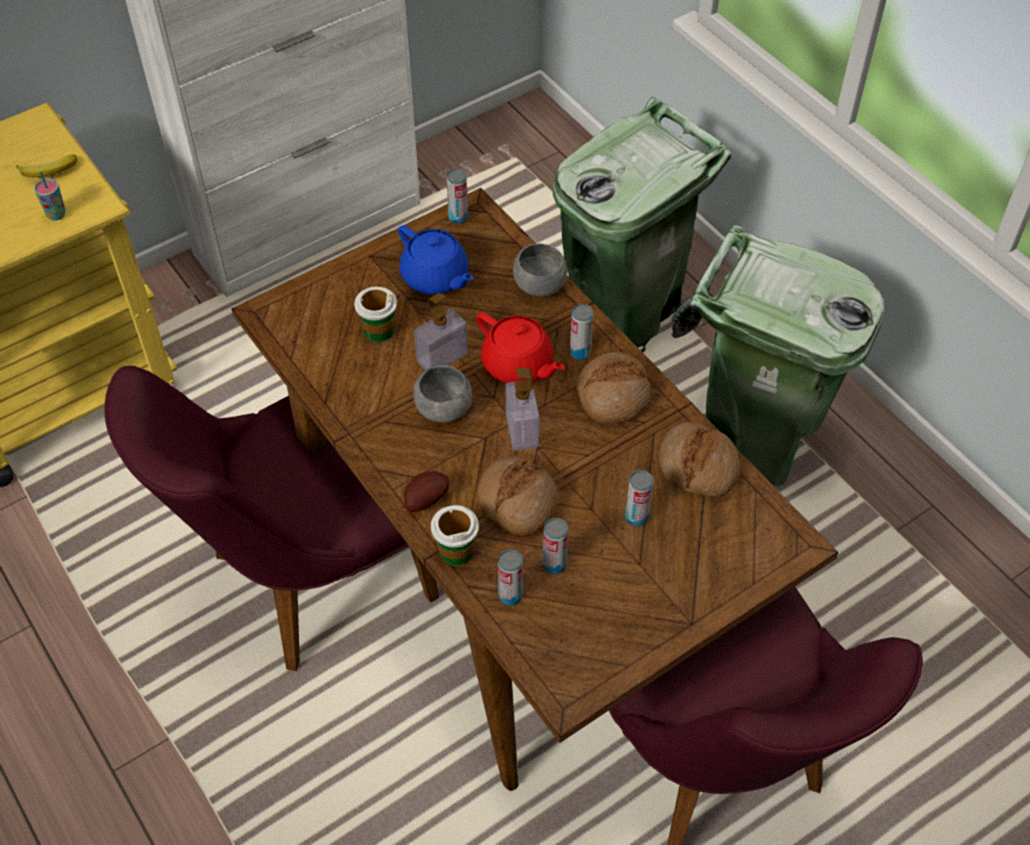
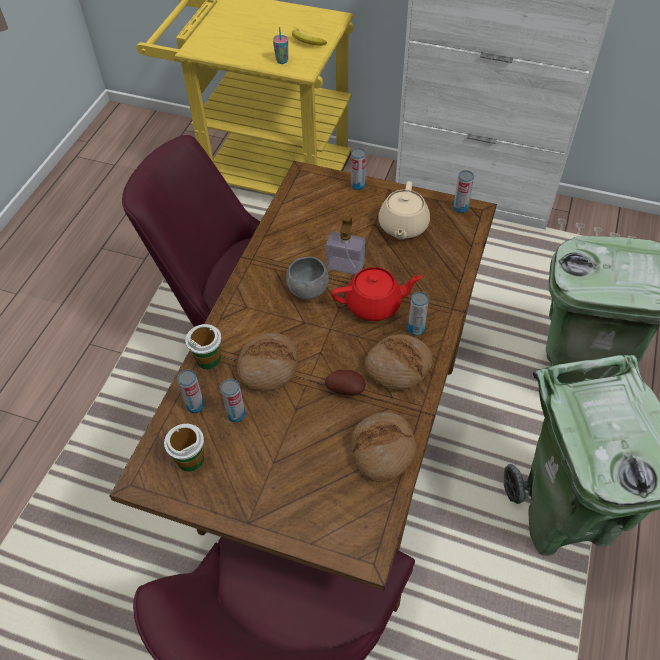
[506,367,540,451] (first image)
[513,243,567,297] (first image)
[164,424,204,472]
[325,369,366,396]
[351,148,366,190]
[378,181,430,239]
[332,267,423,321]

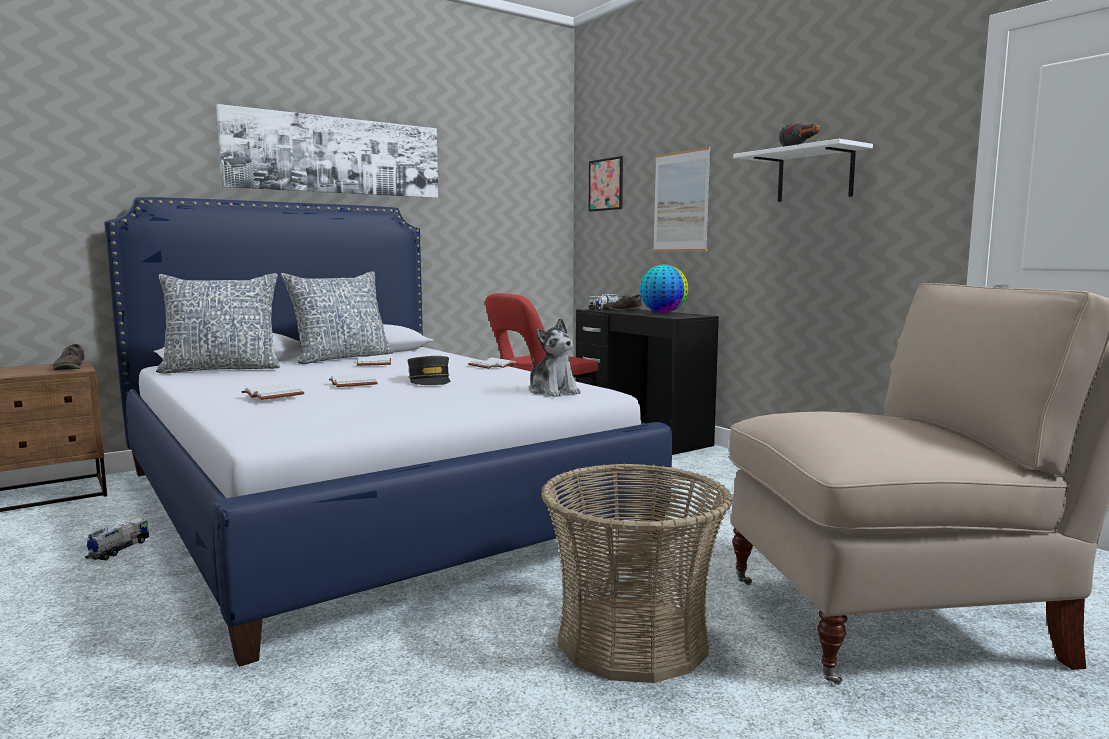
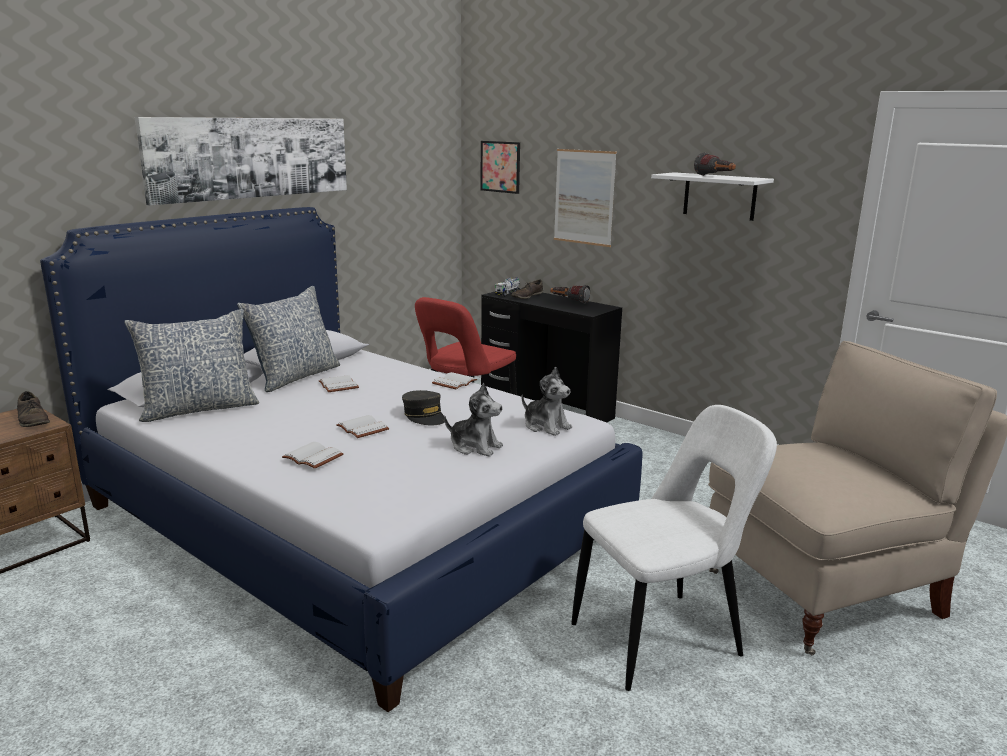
[85,518,149,560] (first image)
[444,383,503,457]
[571,405,777,691]
[550,285,590,304]

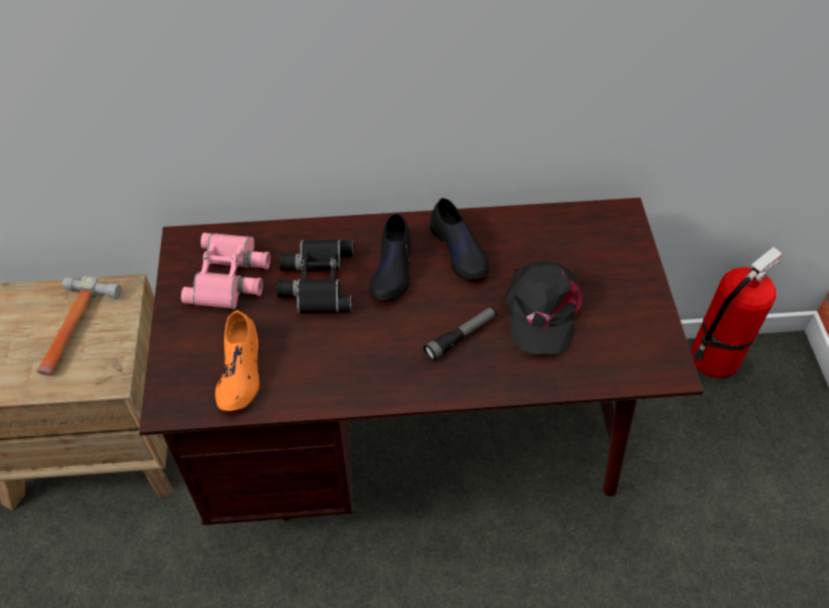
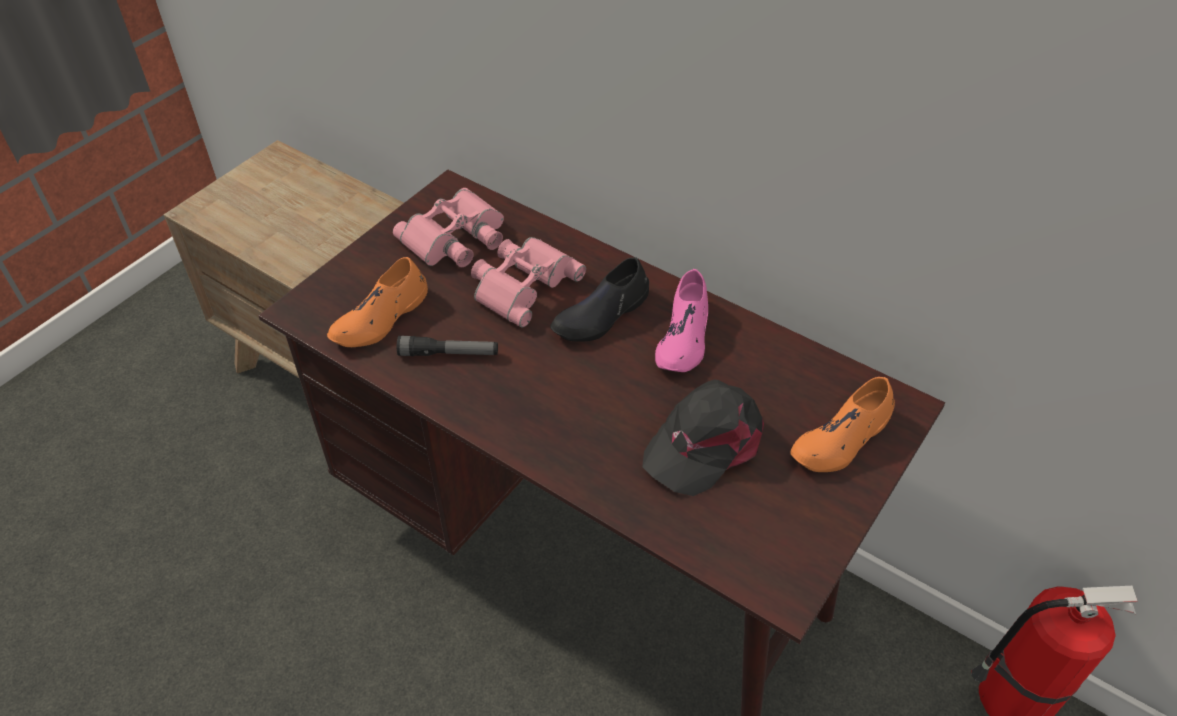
[37,276,122,376] (first image)
[790,377,895,472]
[397,336,498,356]
[471,237,586,328]
[655,269,708,372]

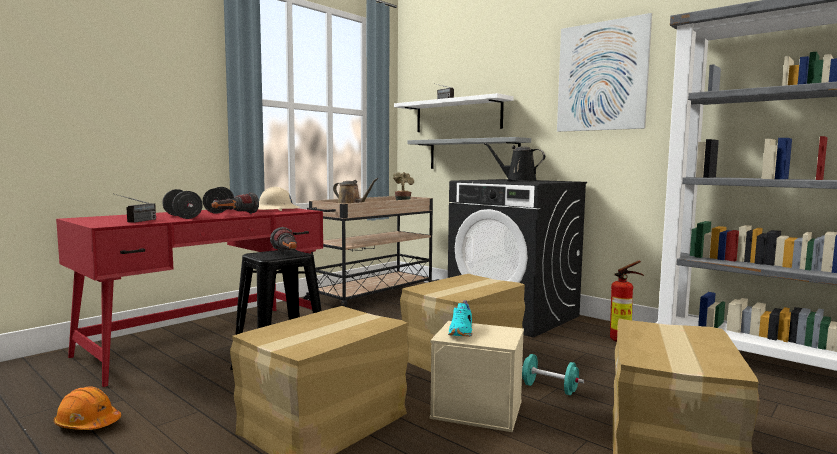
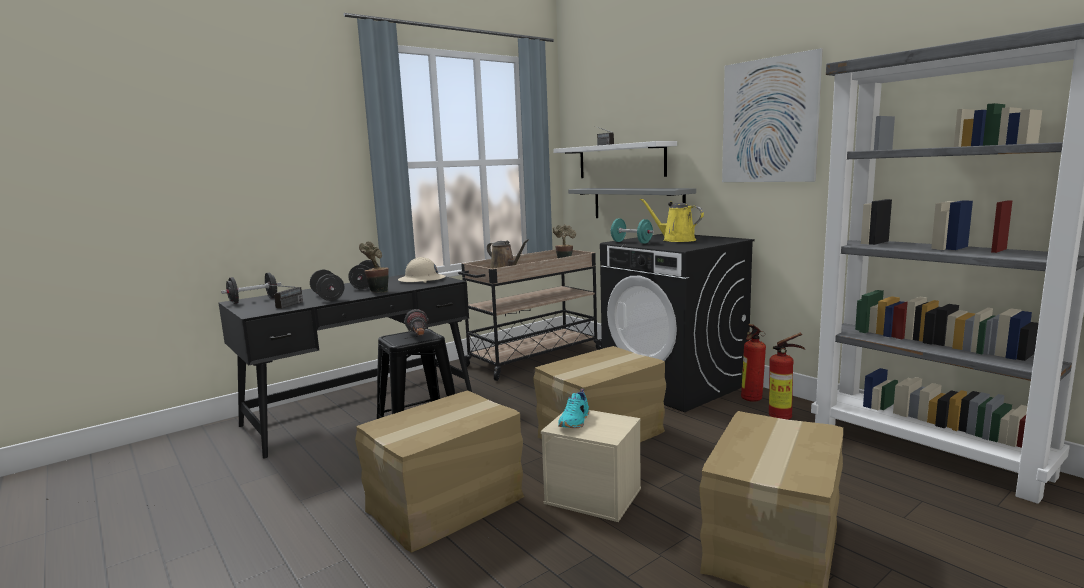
[54,386,121,430] (first image)
[221,273,281,304]
[741,324,766,402]
[610,219,654,244]
[359,241,389,293]
[218,274,472,459]
[640,198,704,242]

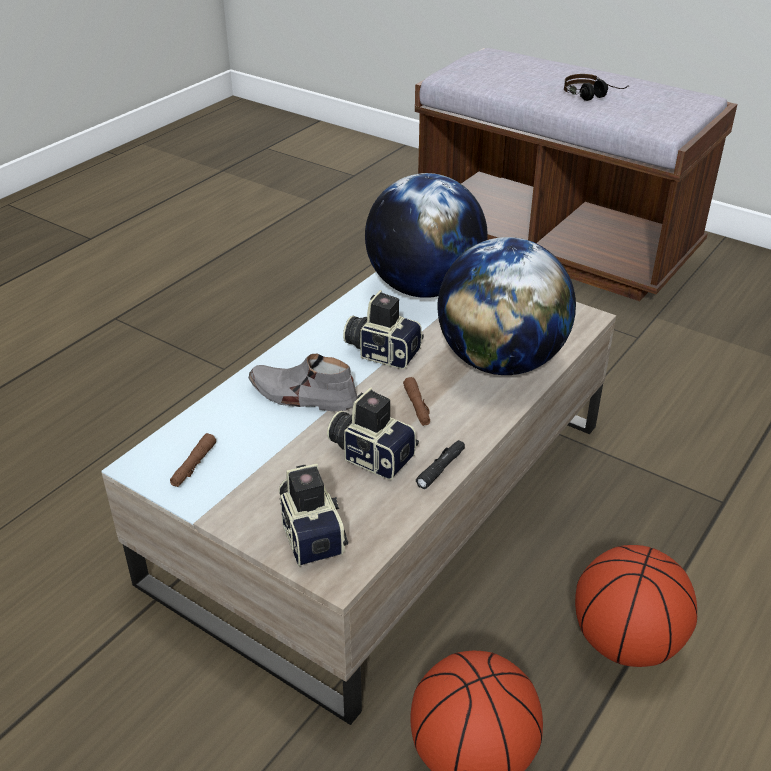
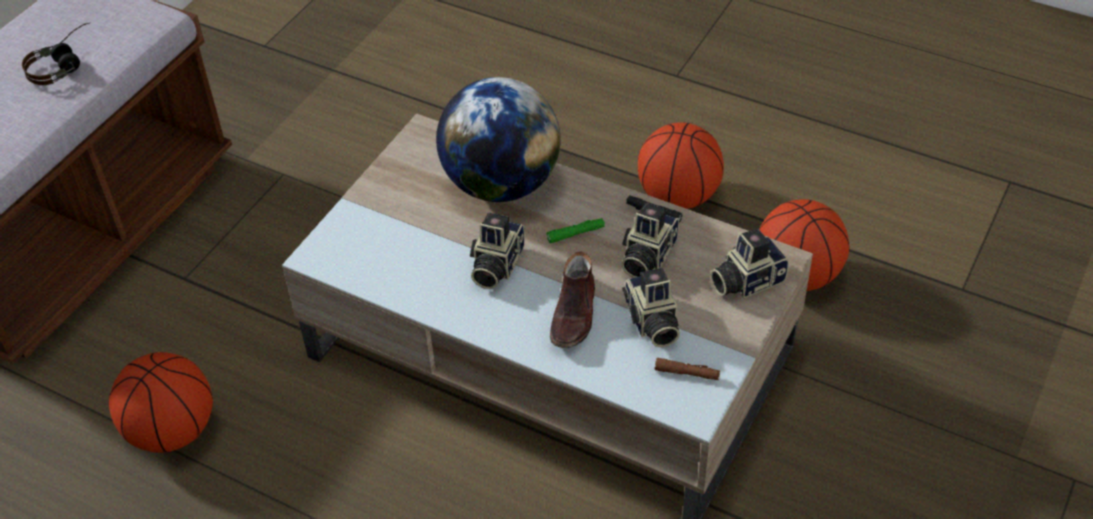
[365,173,487,298] (first image)
[109,352,213,453]
[623,268,680,347]
[550,251,595,348]
[547,218,605,243]

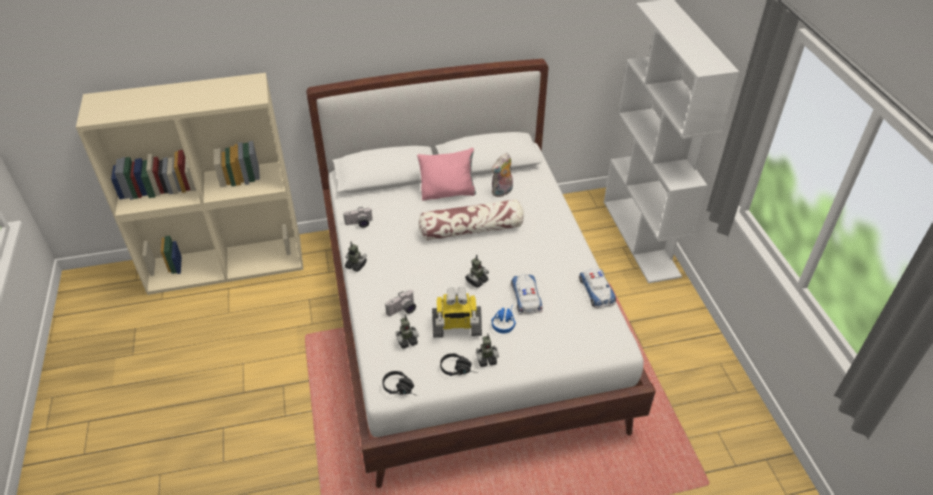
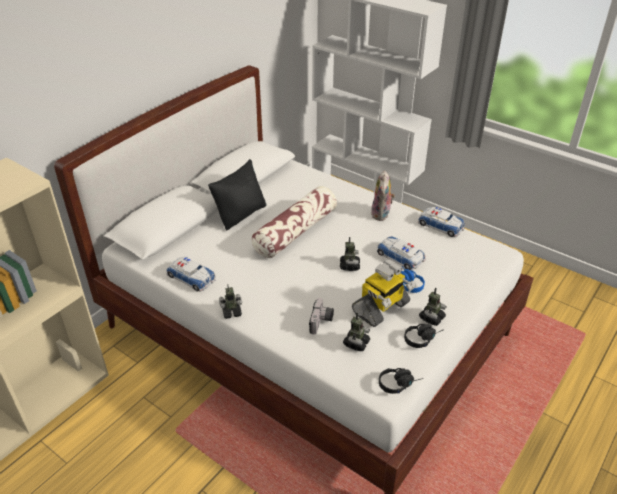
[371,170,395,221]
[167,257,216,291]
[208,159,266,230]

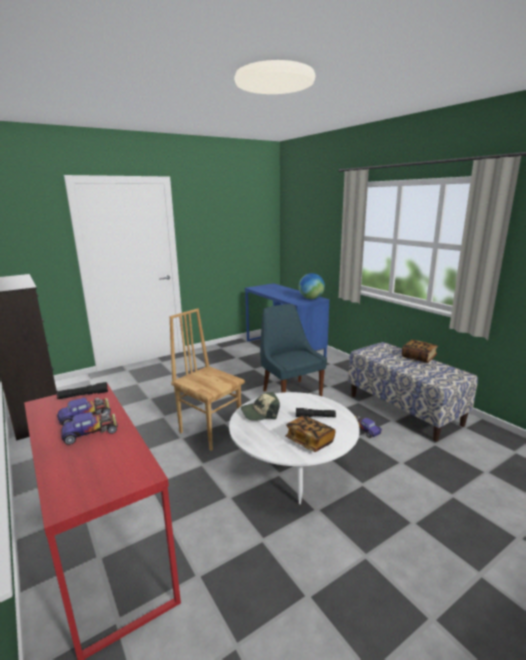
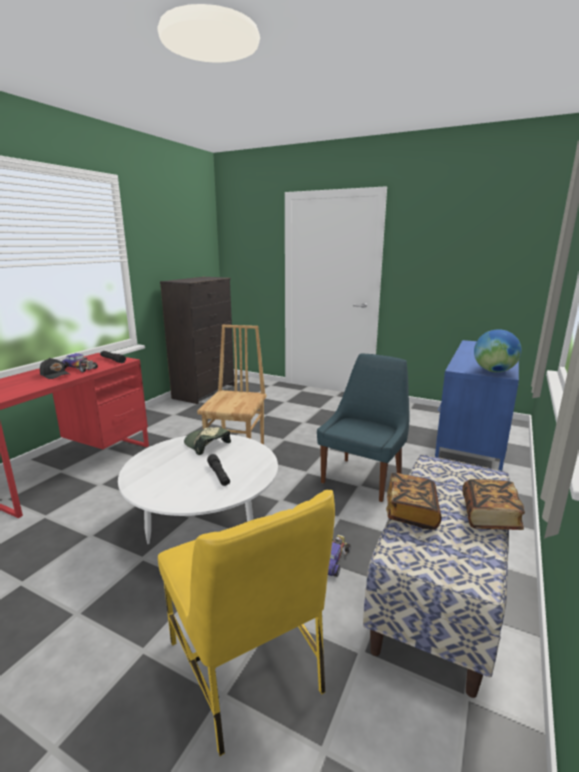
[158,490,335,756]
[386,473,442,530]
[40,358,70,379]

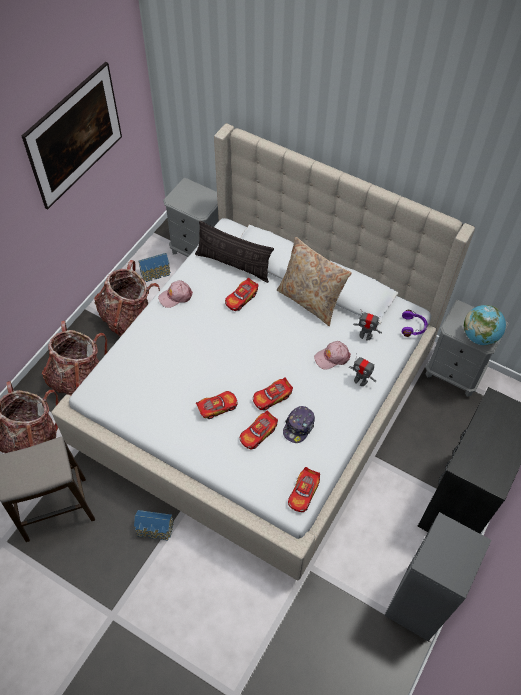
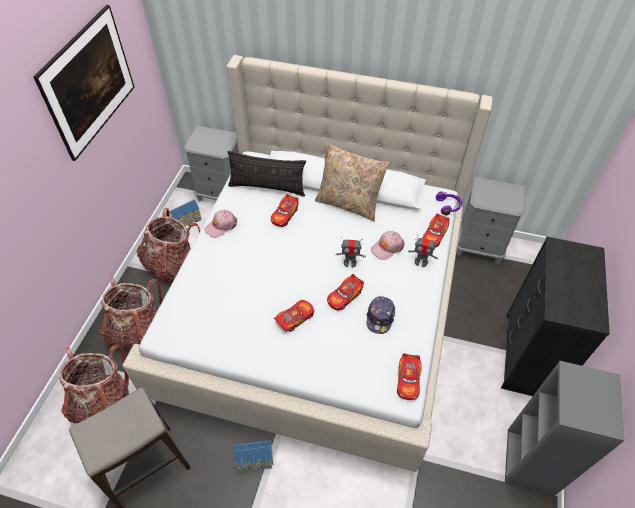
[464,305,506,346] (first image)
[423,214,450,248]
[336,237,366,268]

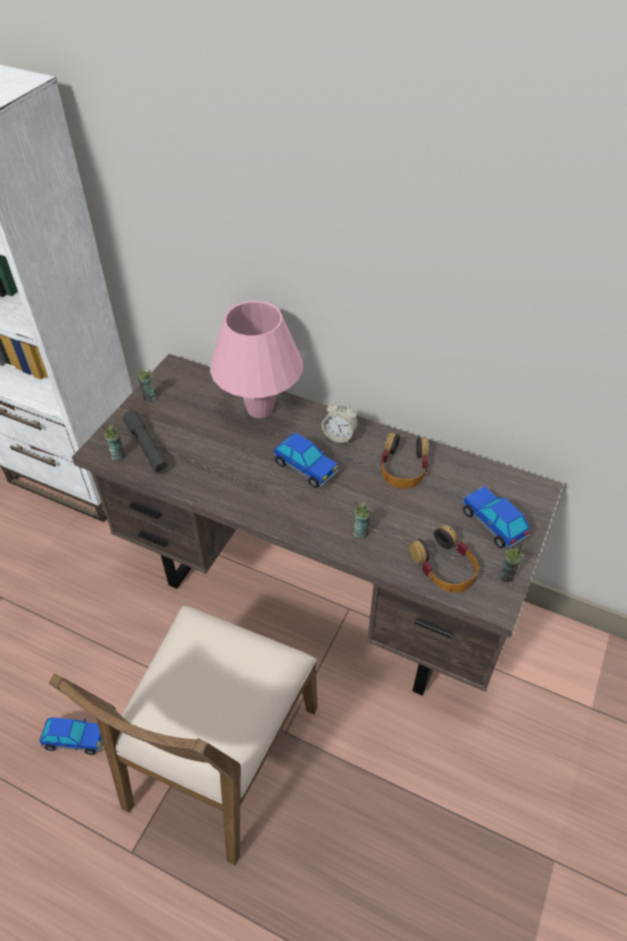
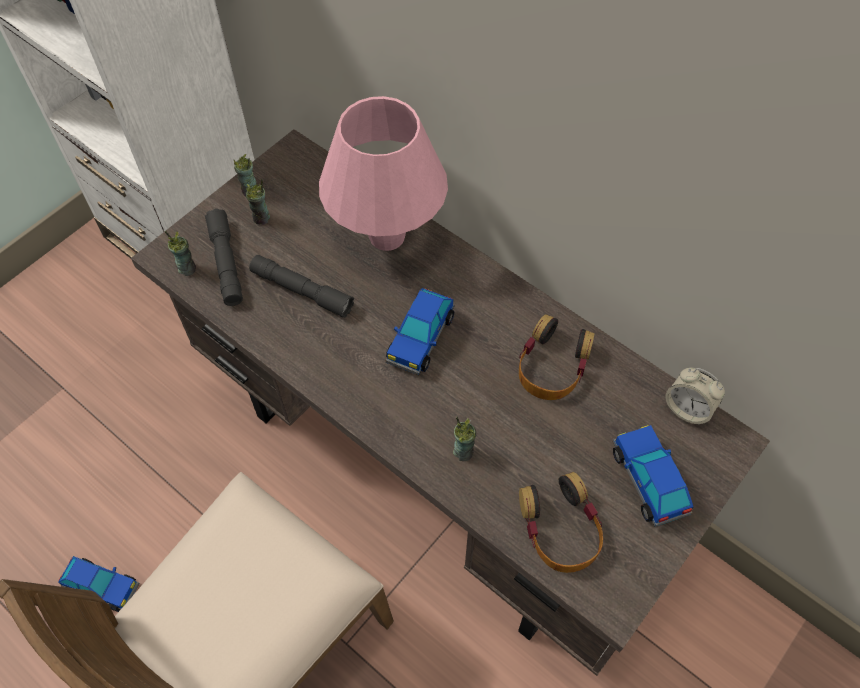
[249,255,354,318]
[666,368,725,425]
[246,179,270,225]
[386,288,454,375]

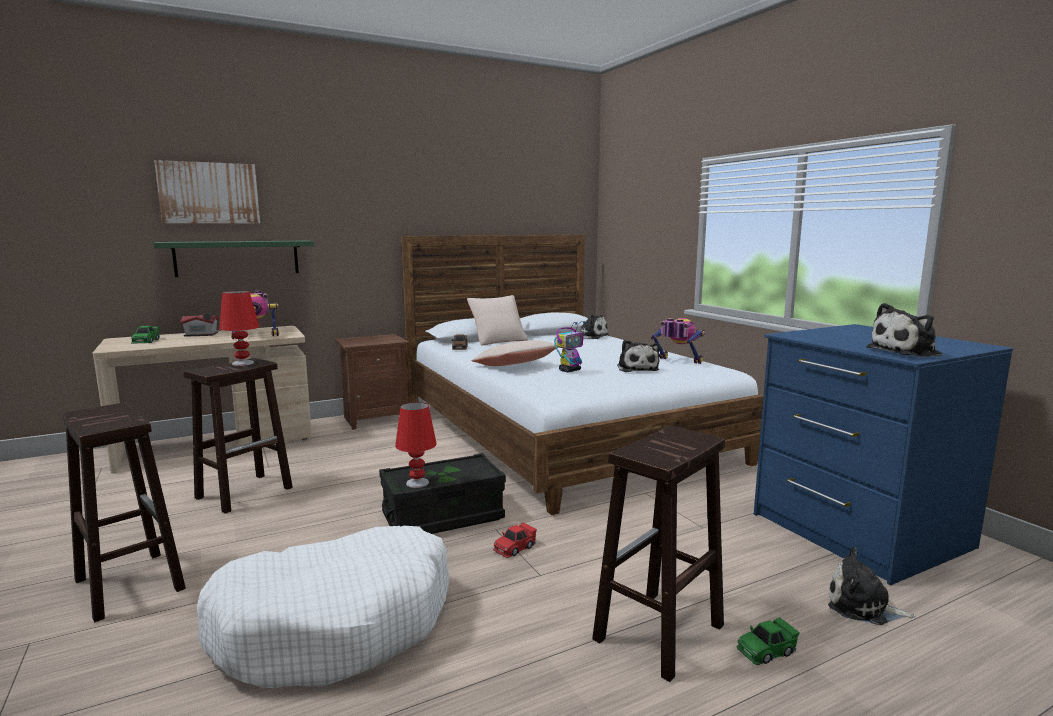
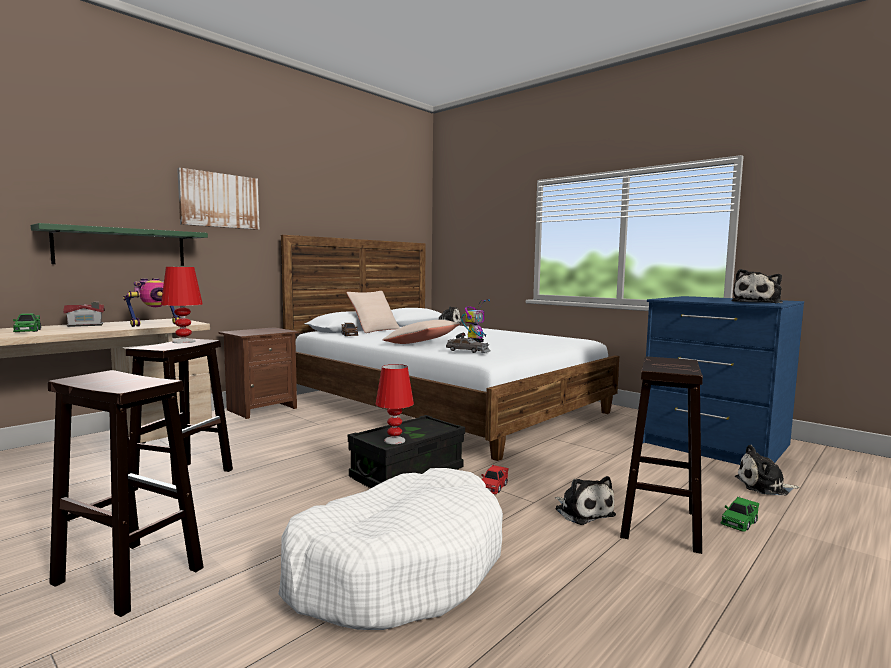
[651,318,705,364] (first image)
[446,332,491,353]
[177,168,259,230]
[555,476,616,525]

